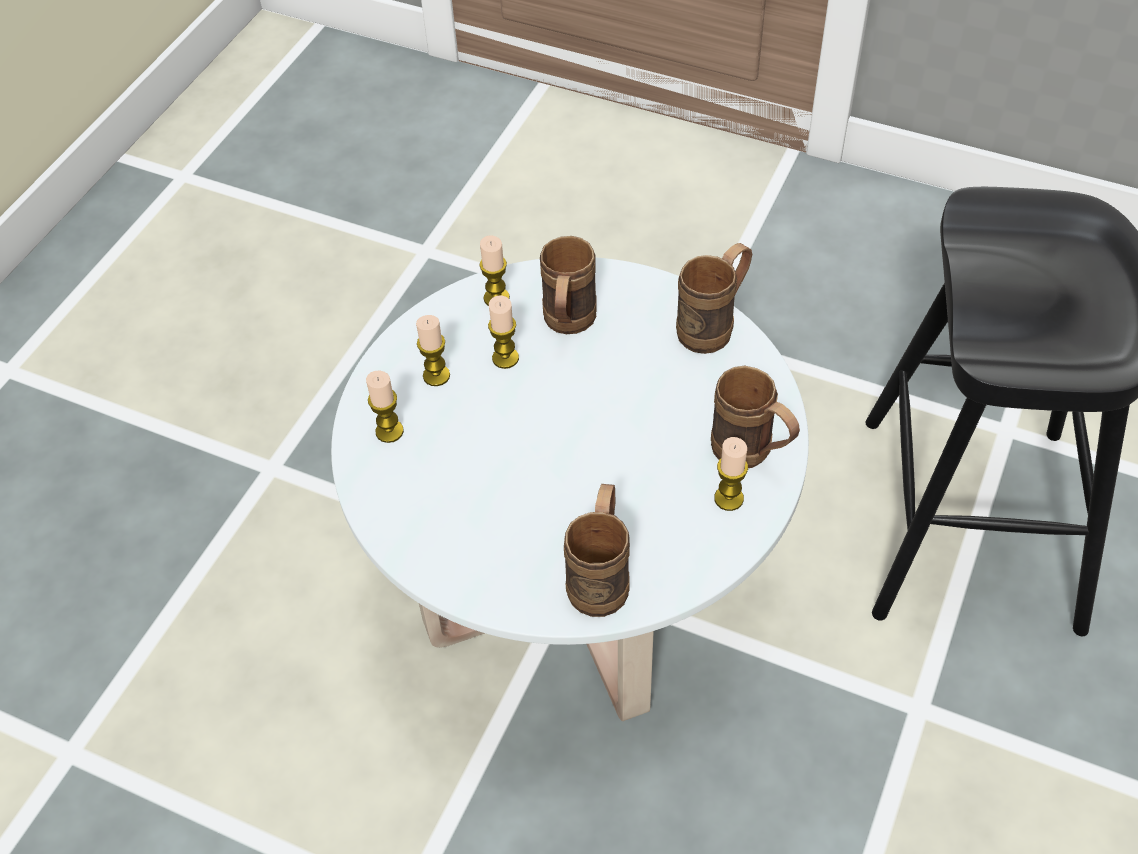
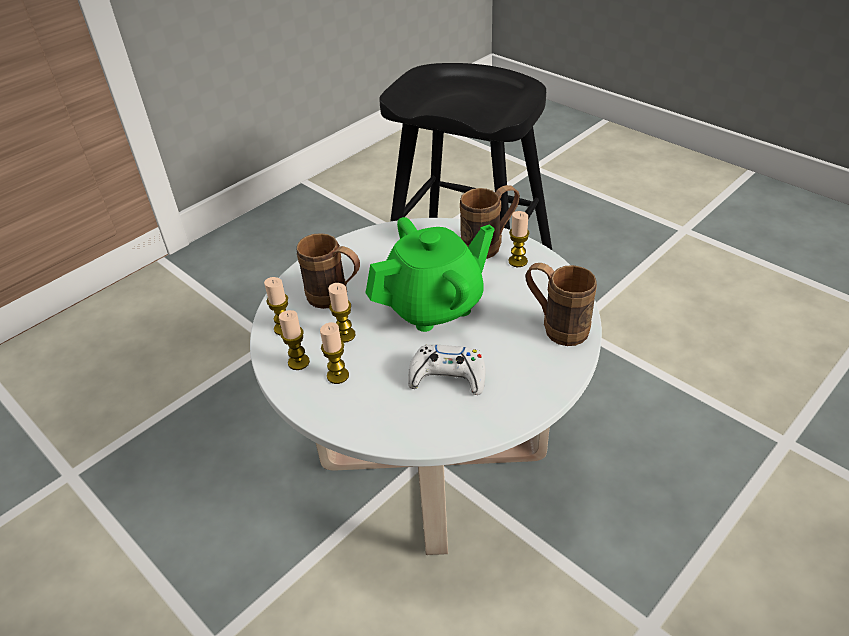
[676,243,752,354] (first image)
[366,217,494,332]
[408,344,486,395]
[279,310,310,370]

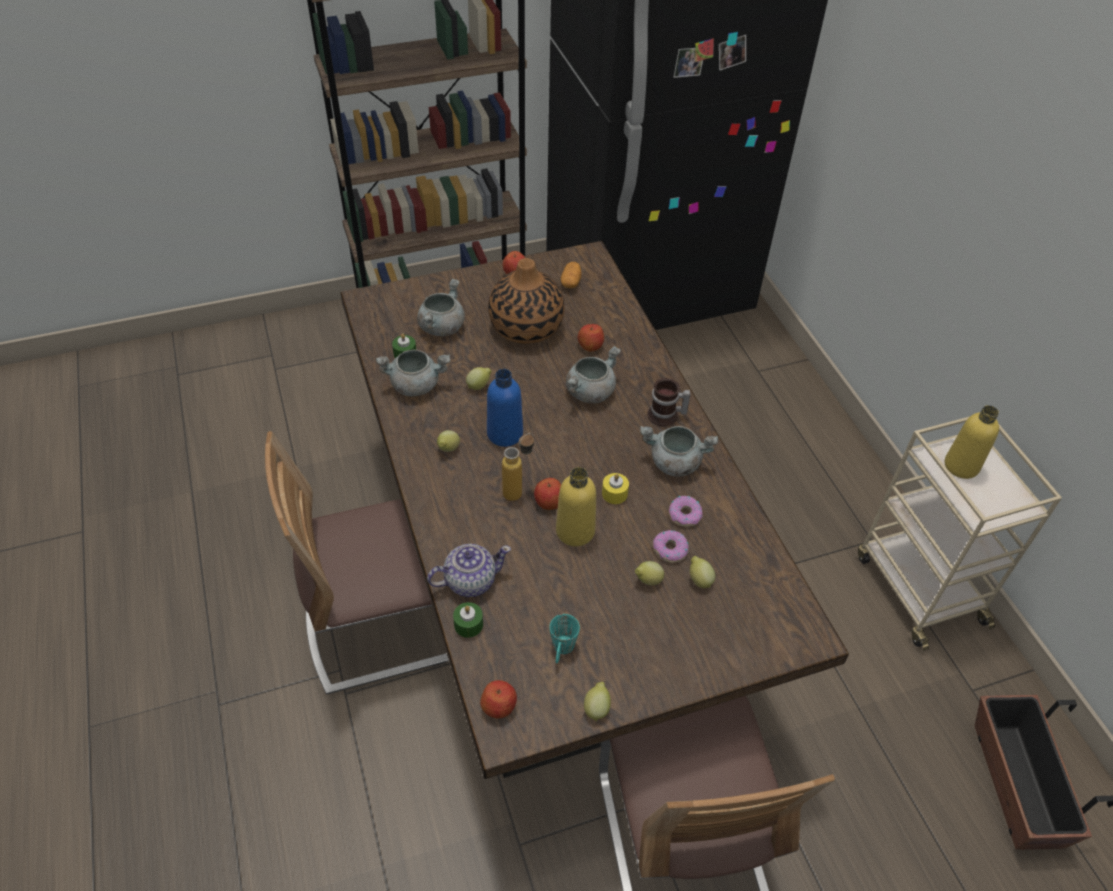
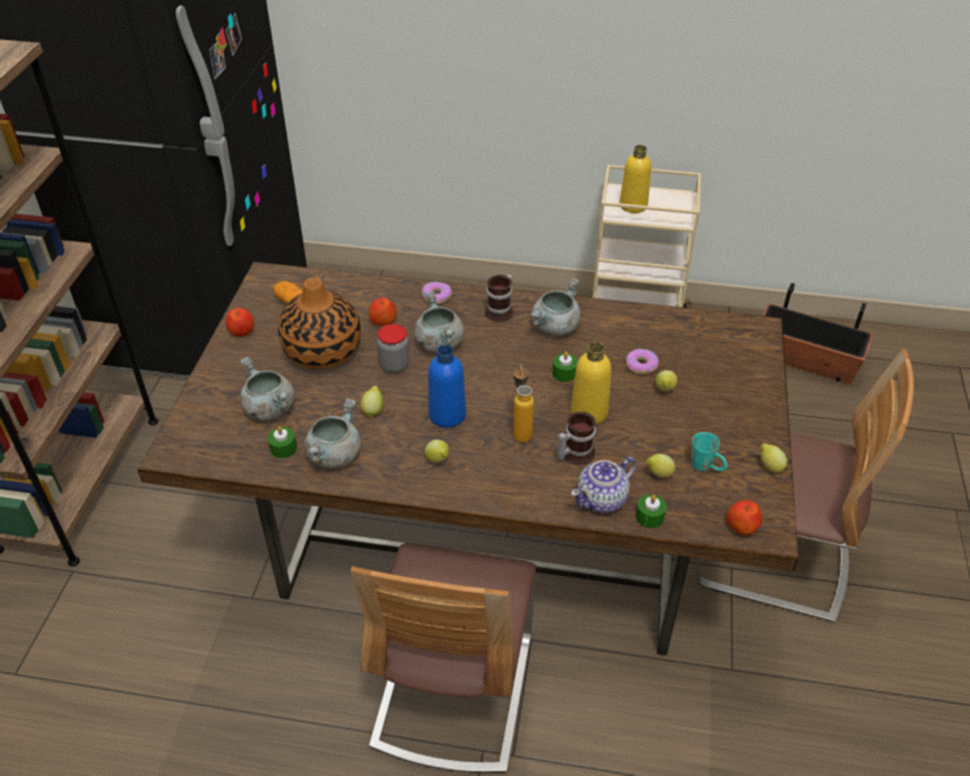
[534,478,561,510] (first image)
[377,324,409,373]
[557,412,596,465]
[422,281,452,304]
[646,454,675,478]
[552,351,578,382]
[571,457,637,513]

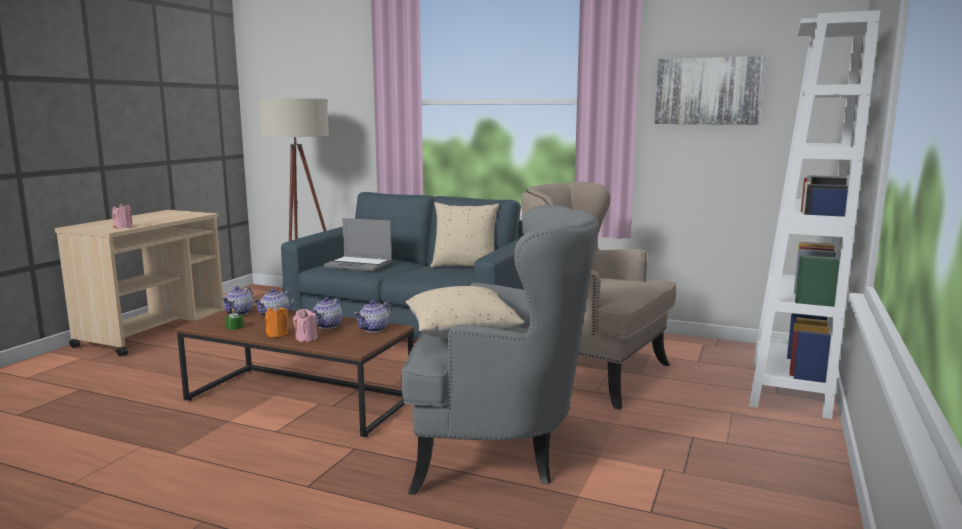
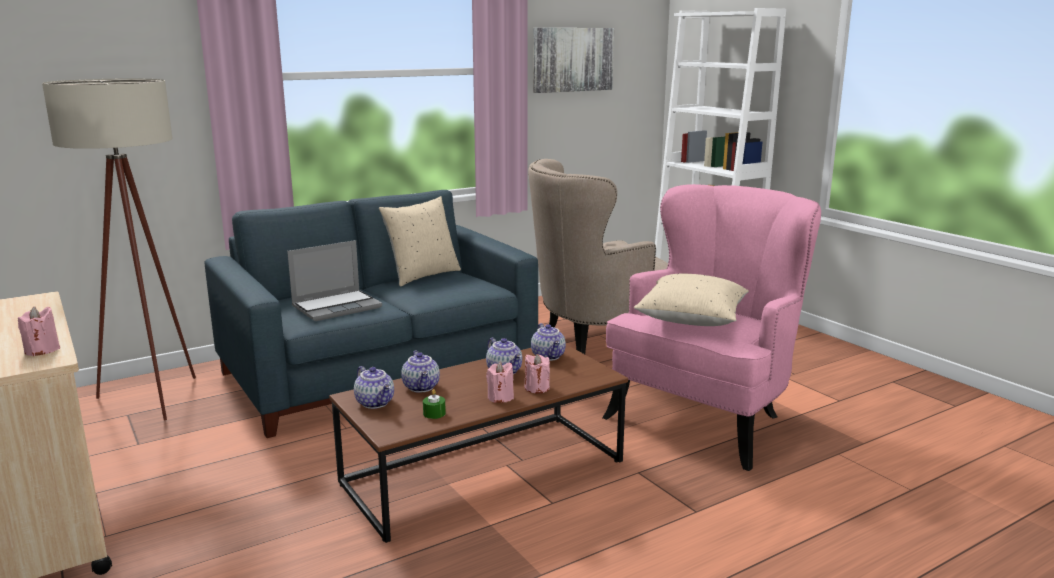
[486,362,514,403]
[602,184,821,471]

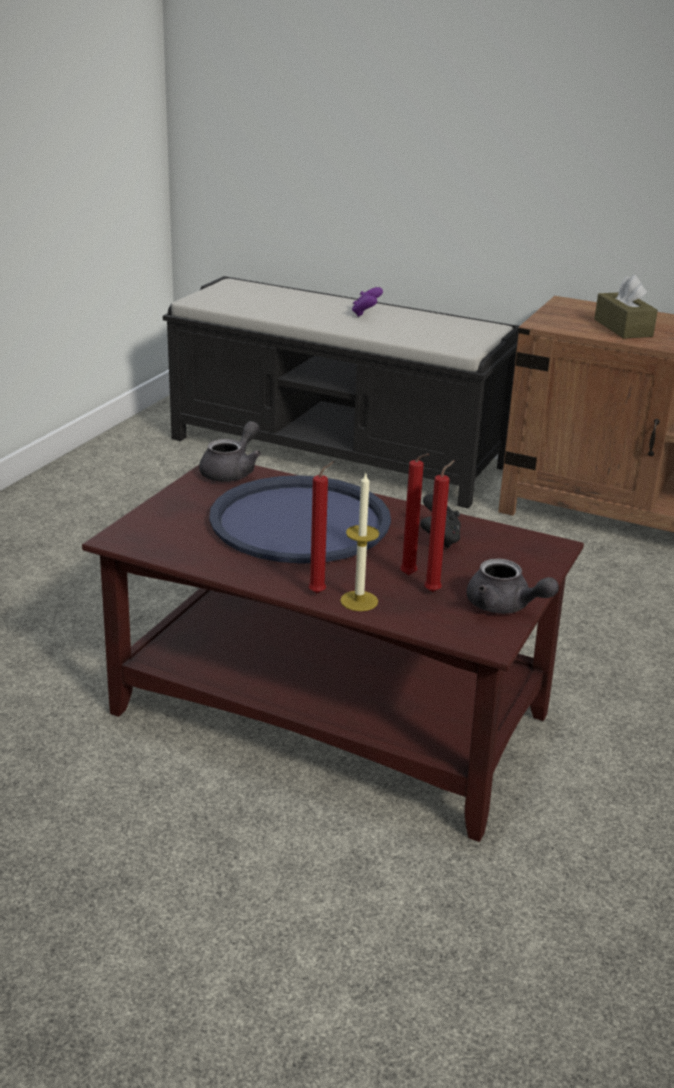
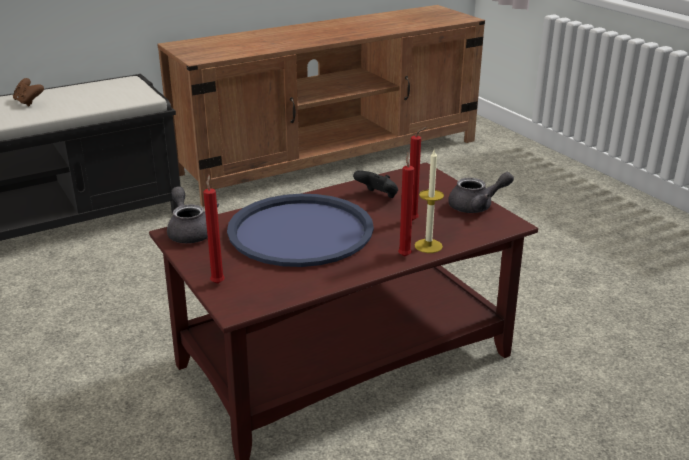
[594,275,658,339] (first image)
[203,175,225,284]
[13,78,44,107]

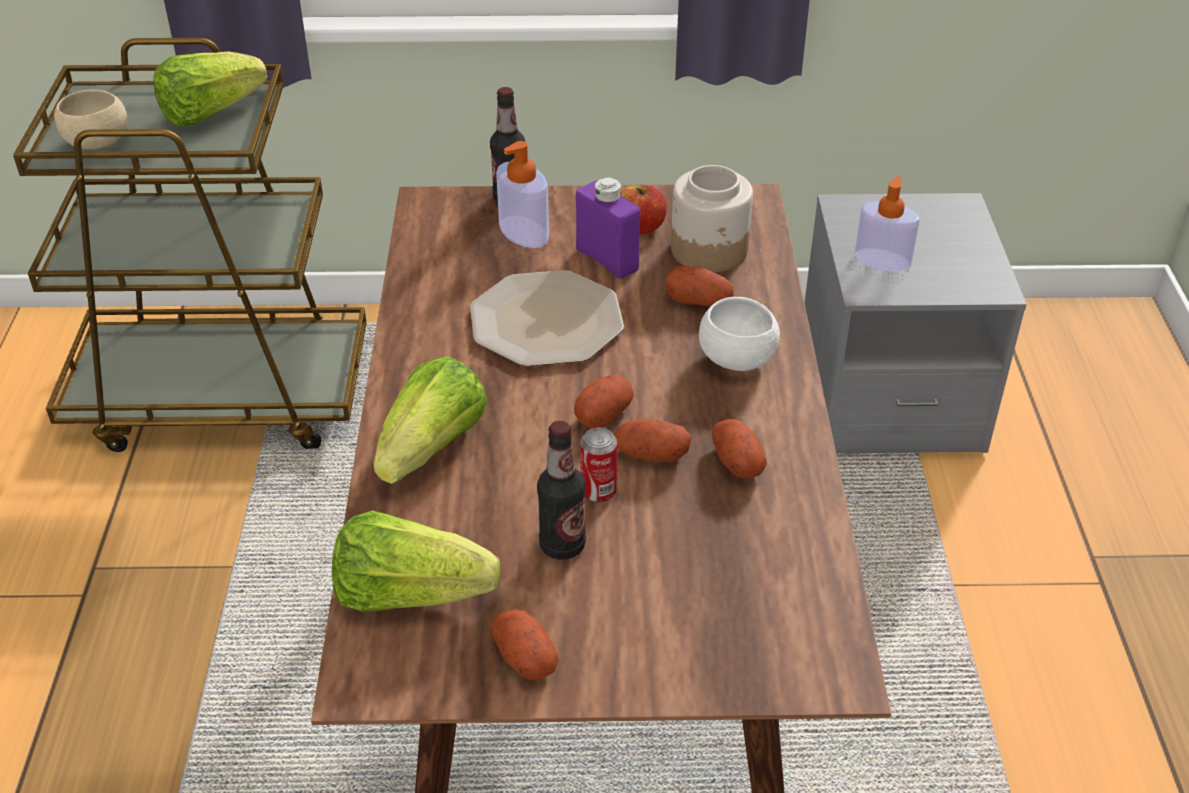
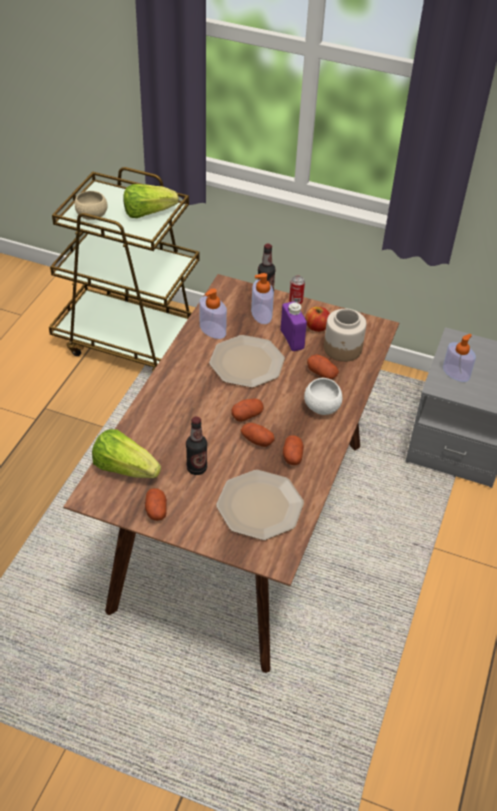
[373,356,488,484] (first image)
[199,288,227,339]
[216,470,304,540]
[289,275,305,305]

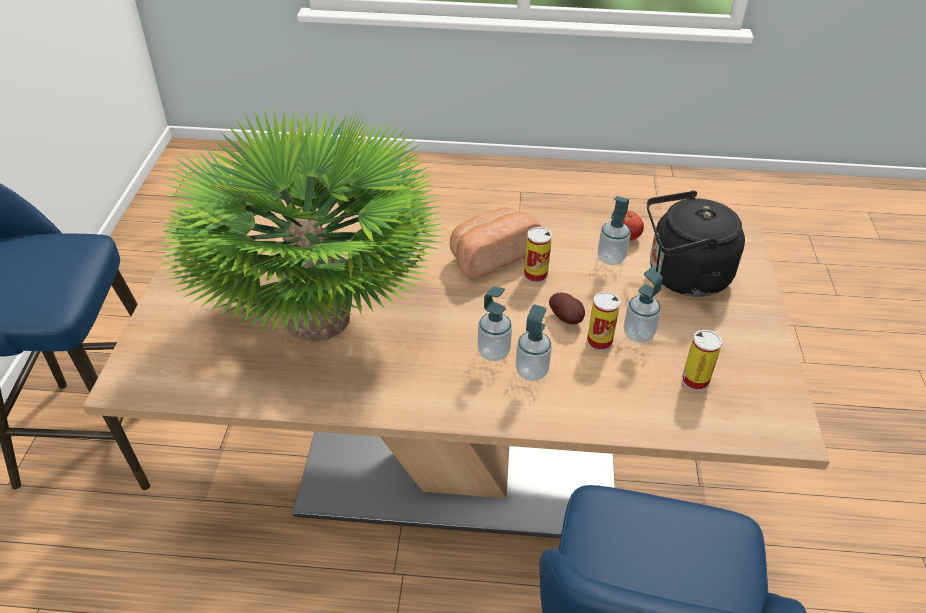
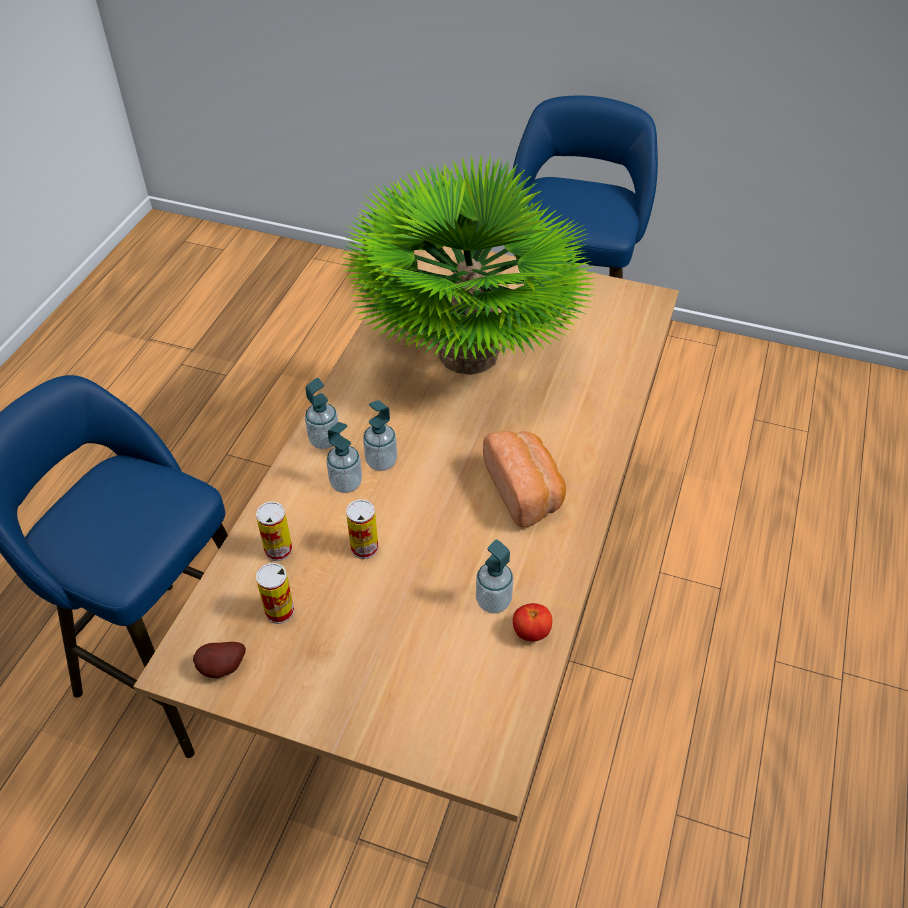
[647,191,745,297] (first image)
[256,501,292,561]
[193,642,246,678]
[305,378,338,449]

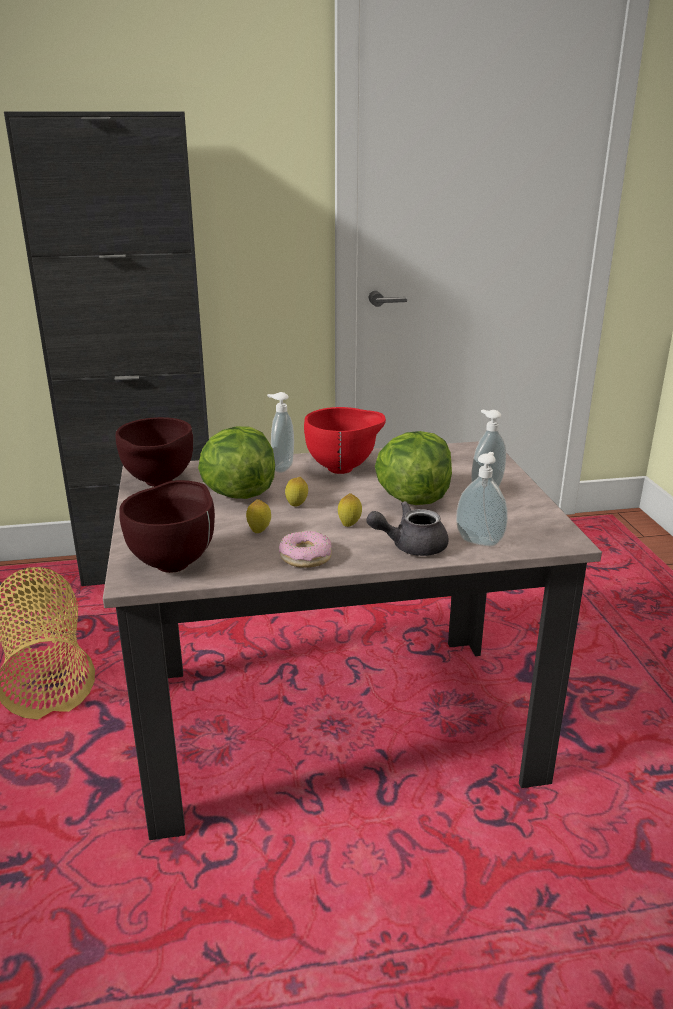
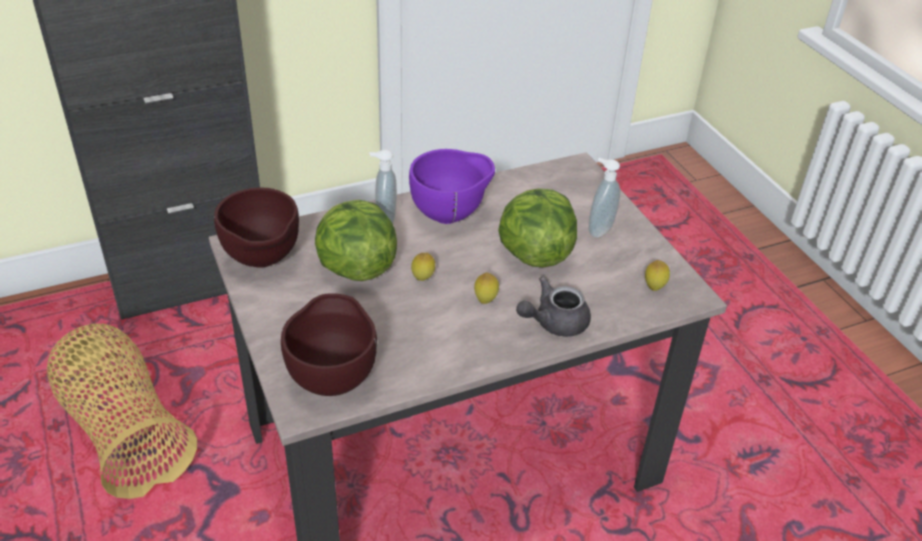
[279,531,332,568] (first image)
[456,452,508,546] (first image)
[645,260,670,291]
[409,149,495,224]

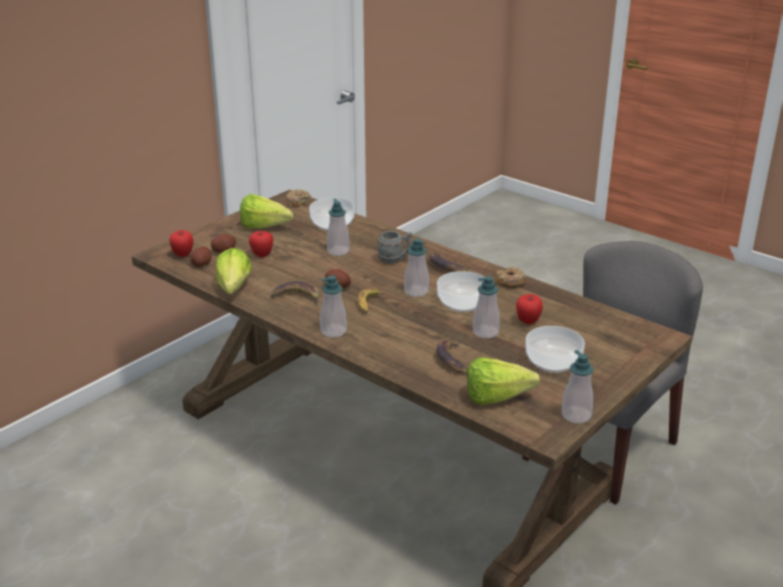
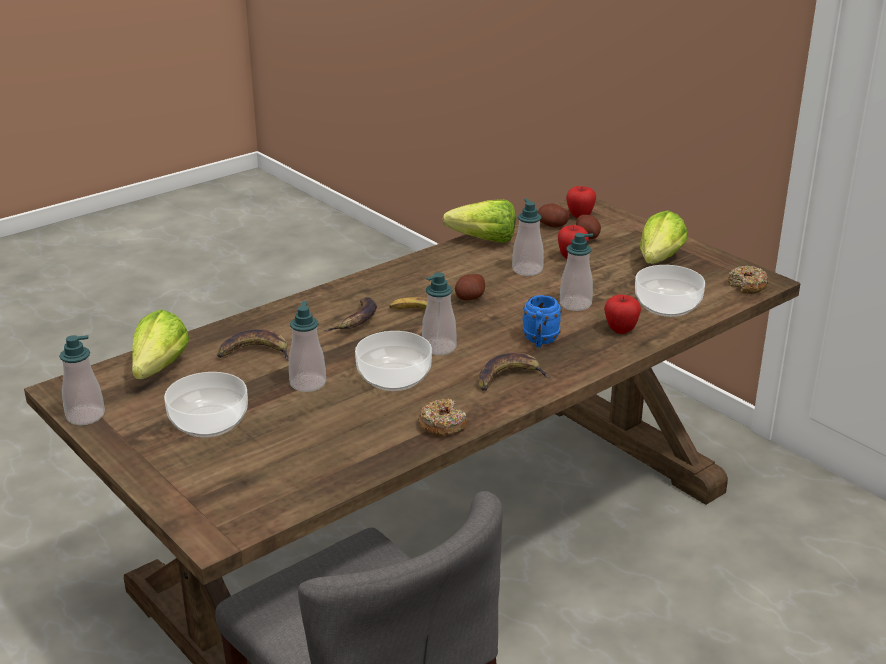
[324,297,377,332]
[512,199,544,276]
[604,295,641,334]
[523,295,562,347]

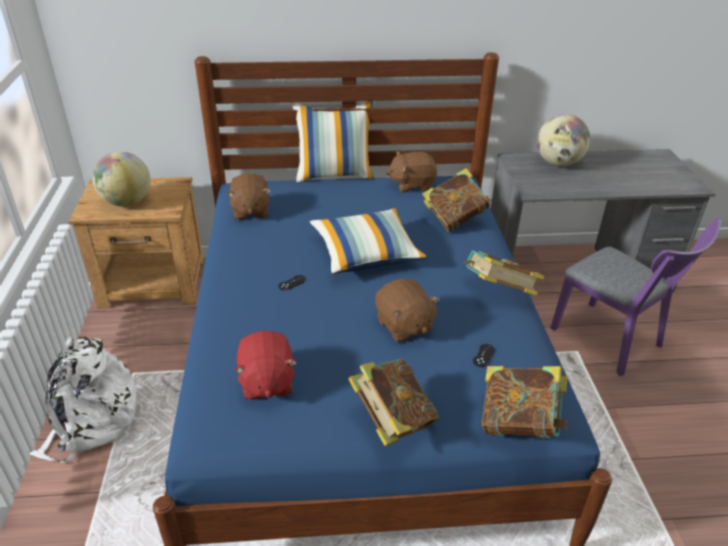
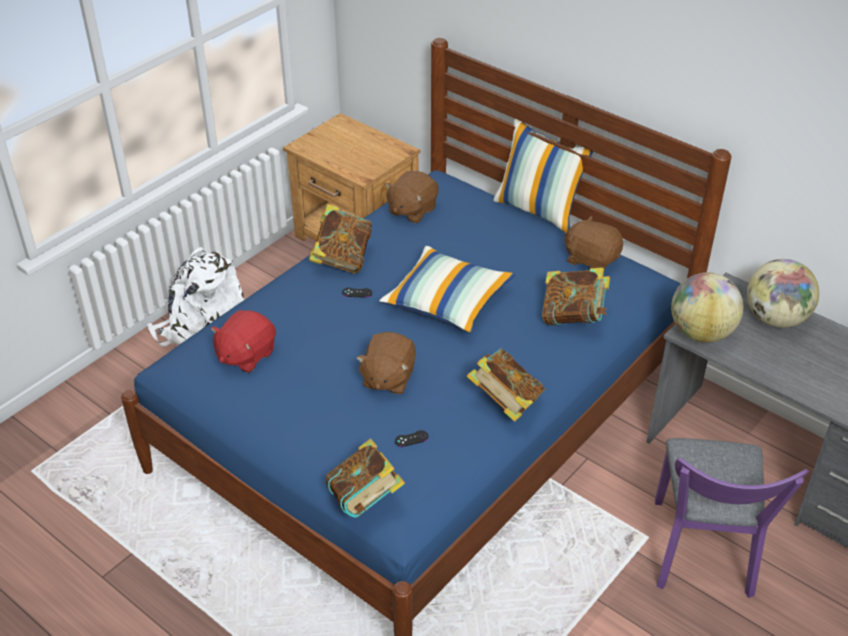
[671,272,743,342]
[309,204,372,273]

